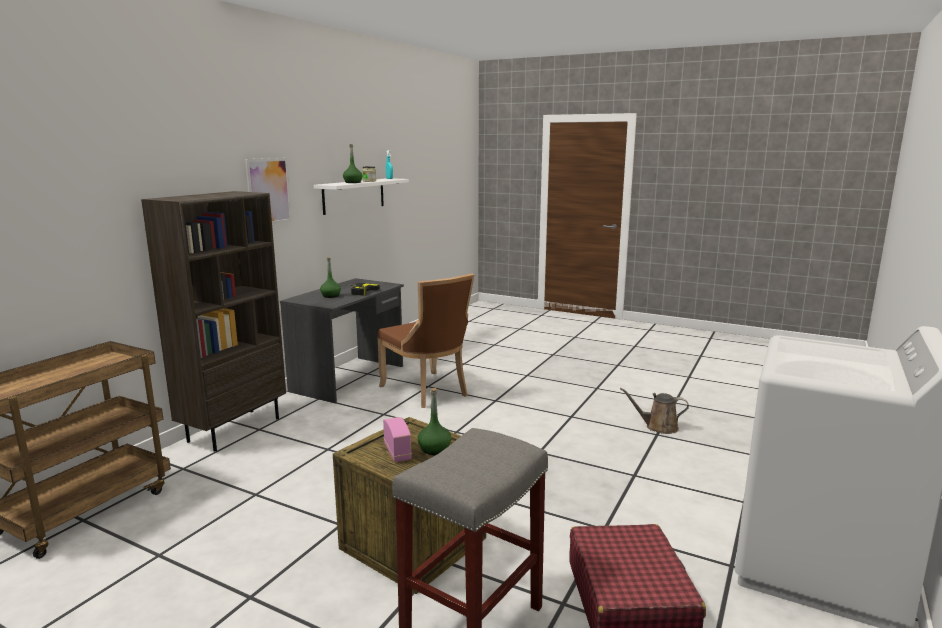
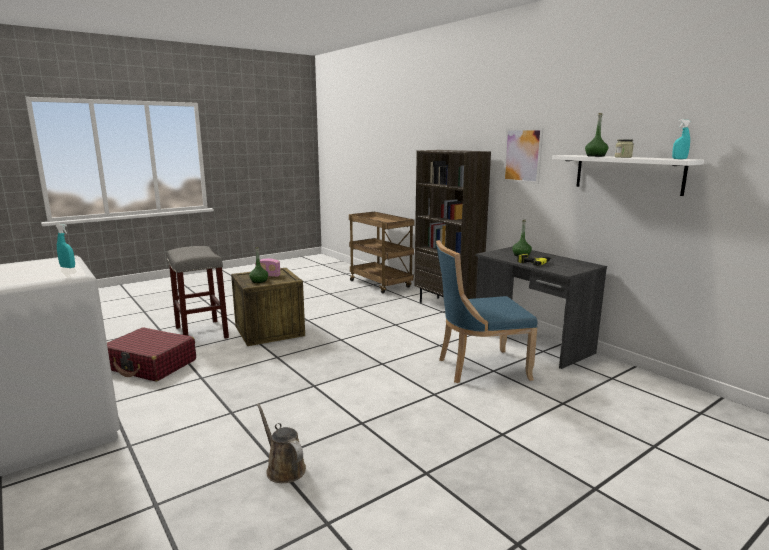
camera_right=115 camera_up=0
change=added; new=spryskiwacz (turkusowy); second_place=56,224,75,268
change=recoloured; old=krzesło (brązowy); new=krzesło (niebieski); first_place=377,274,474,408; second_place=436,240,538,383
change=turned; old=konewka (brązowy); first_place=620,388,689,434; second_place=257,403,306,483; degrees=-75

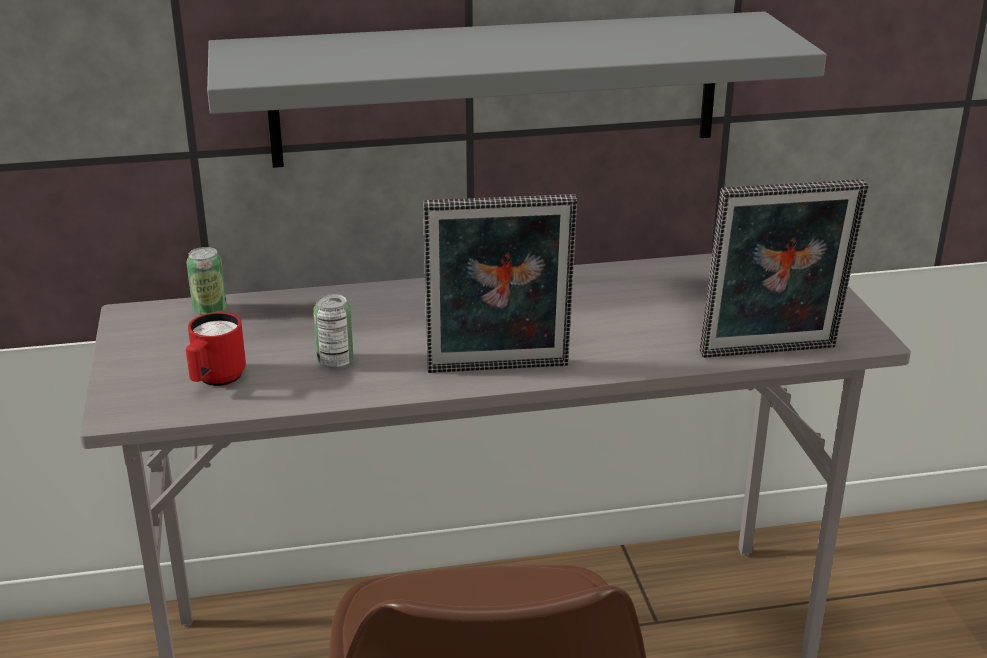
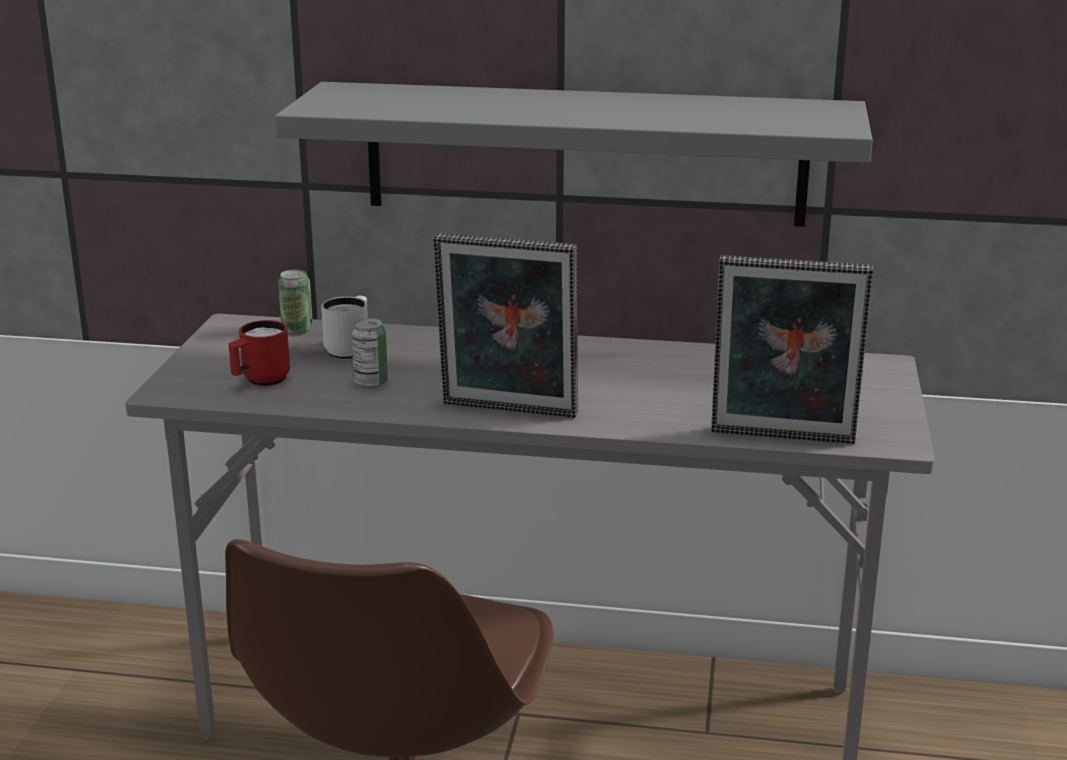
camera_right=20 camera_up=-5
change=added; new=kubek (biały); second_place=321,296,368,360

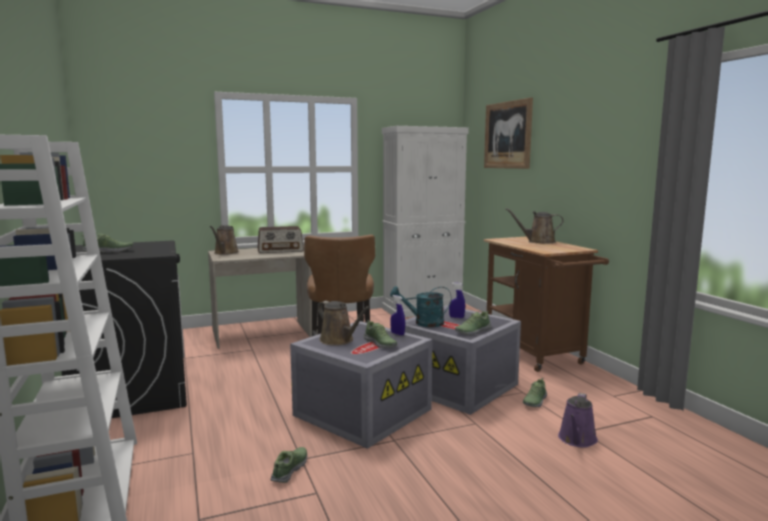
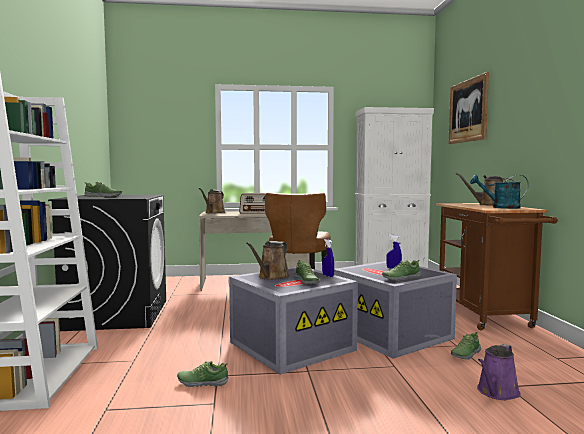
camera_right=15 camera_up=-5
change=moved; old=konewka (turkusowy); first_place=390,286,452,327; second_place=470,174,529,209
change=turned; old=but; first_place=271,447,307,483; second_place=177,361,229,387; degrees=-120
change=turned; old=konewka (brązowy); first_place=318,301,370,346; second_place=246,241,290,280; degrees=60

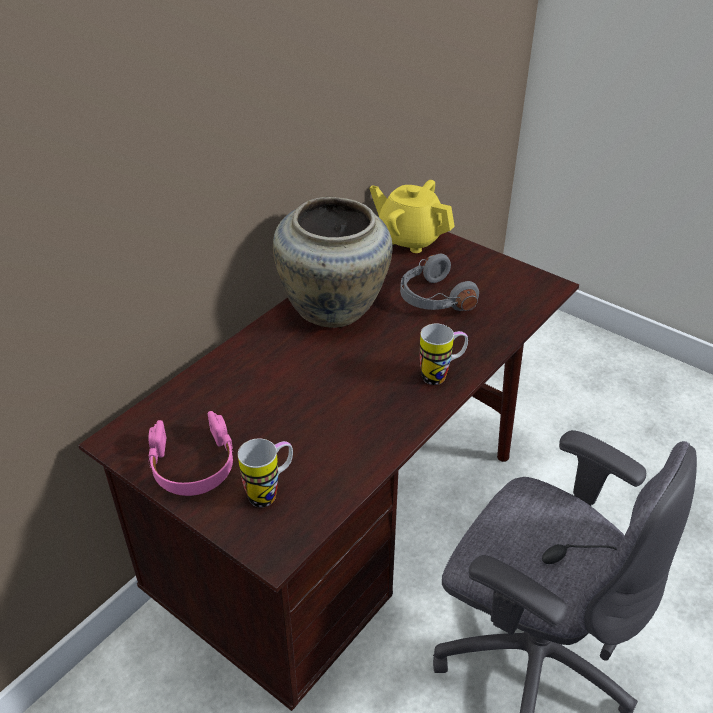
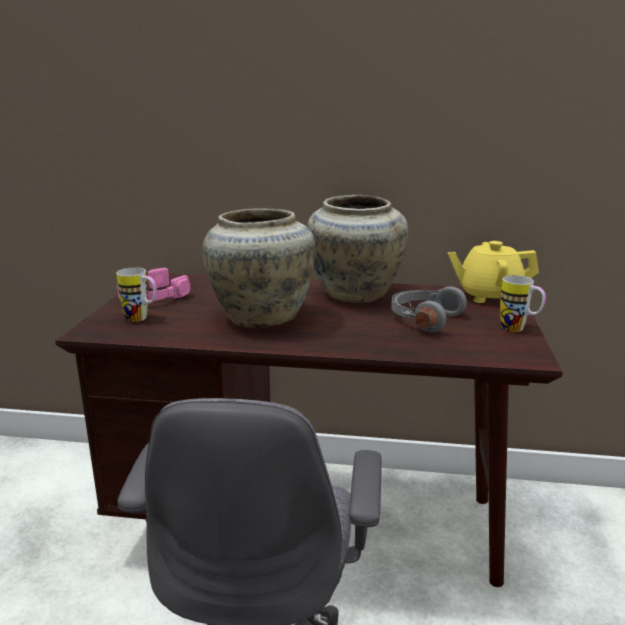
camera_right=60 camera_up=-20
change=added; new=wazon (beżowy); second_place=202,208,315,328
change=moved; old=kubek; first_place=420,324,468,385; second_place=500,275,546,332
change=turned; old=imbryk (żółty); first_place=369,180,455,253; second_place=448,241,539,303; degrees=-90

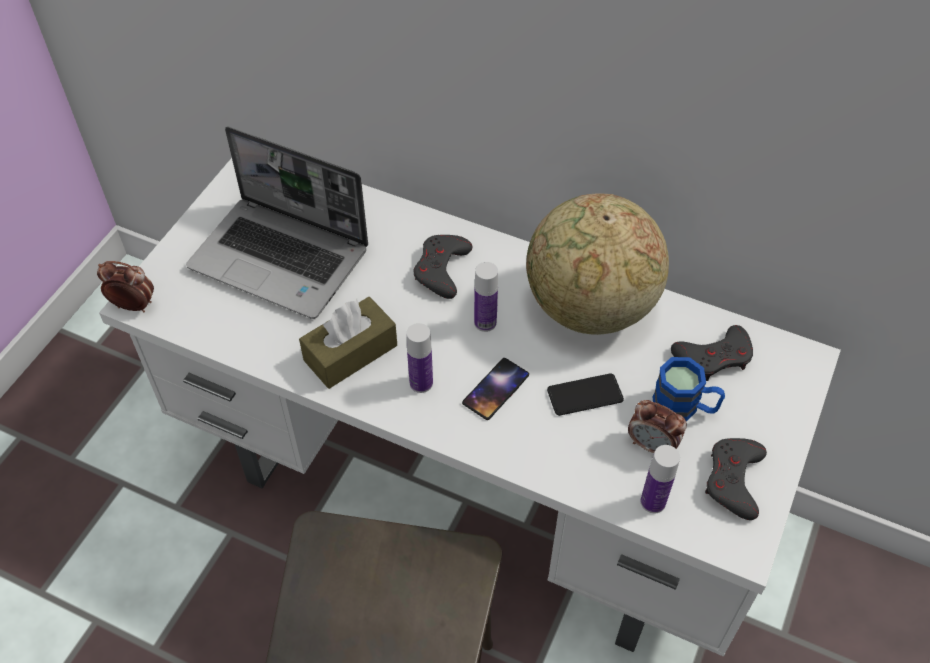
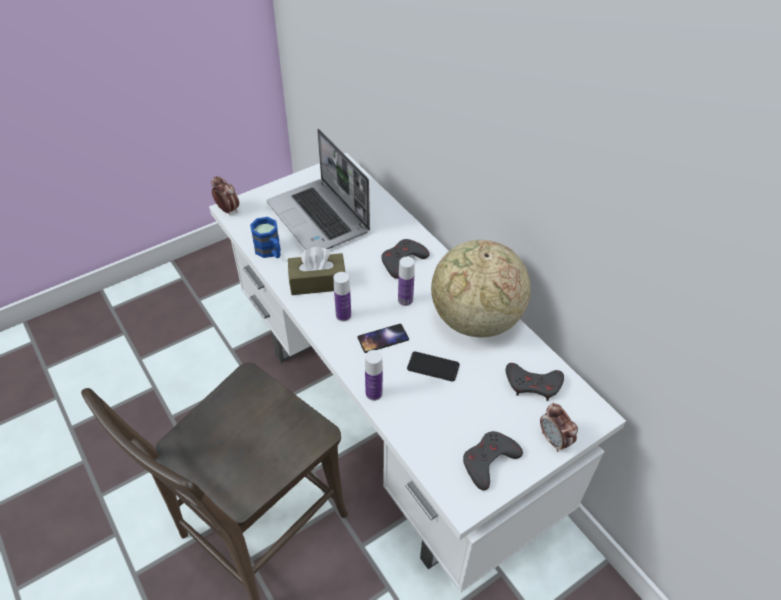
camera_right=30 camera_up=-5
change=moved; old=budzik; first_place=628,400,687,453; second_place=540,403,578,452
change=moved; old=butelka; first_place=641,445,680,513; second_place=365,350,383,401
change=moved; old=kubek (niebieski); first_place=652,357,725,421; second_place=250,217,281,258

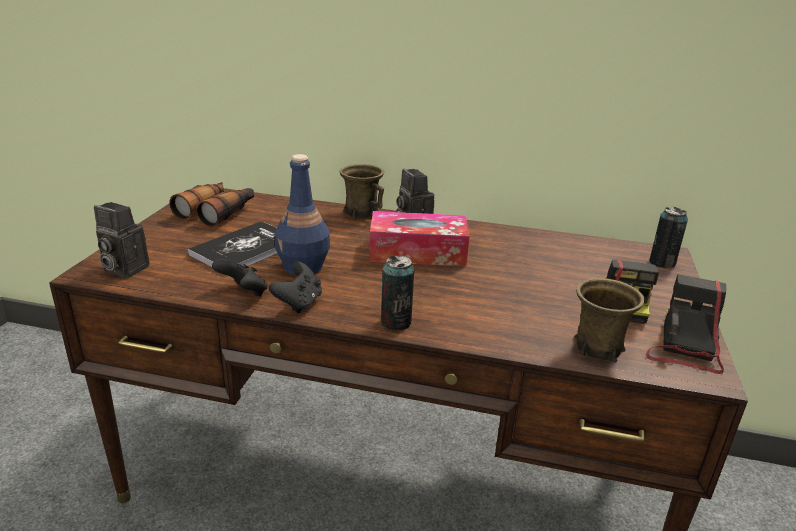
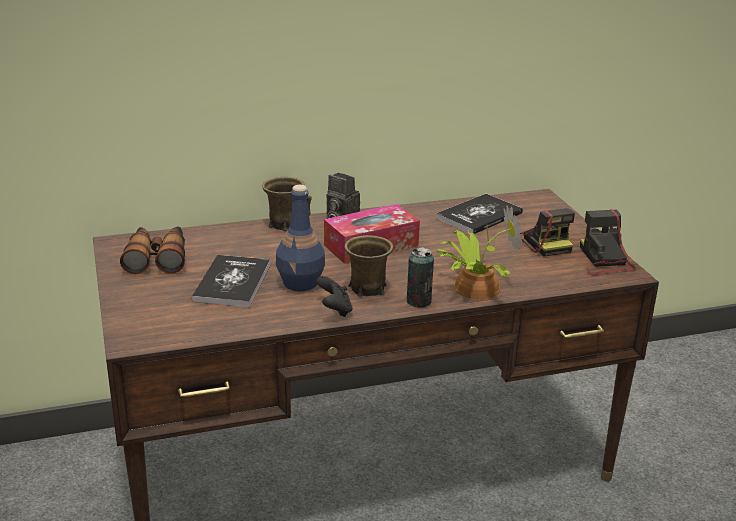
camera_right=-30 camera_up=0
change=removed; old=aparat fotograficzny; first_place=94,202,150,278
change=removed; old=pad do gier (czarny); first_place=212,259,267,296
change=removed; old=puszka; first_place=649,207,688,268
change=added; new=roślina doniczkowa; second_place=435,205,522,299
change=added; new=książka; second_place=436,194,523,234
change=moved; old=kubek (brązowy); first_place=574,278,645,362; second_place=344,235,393,297

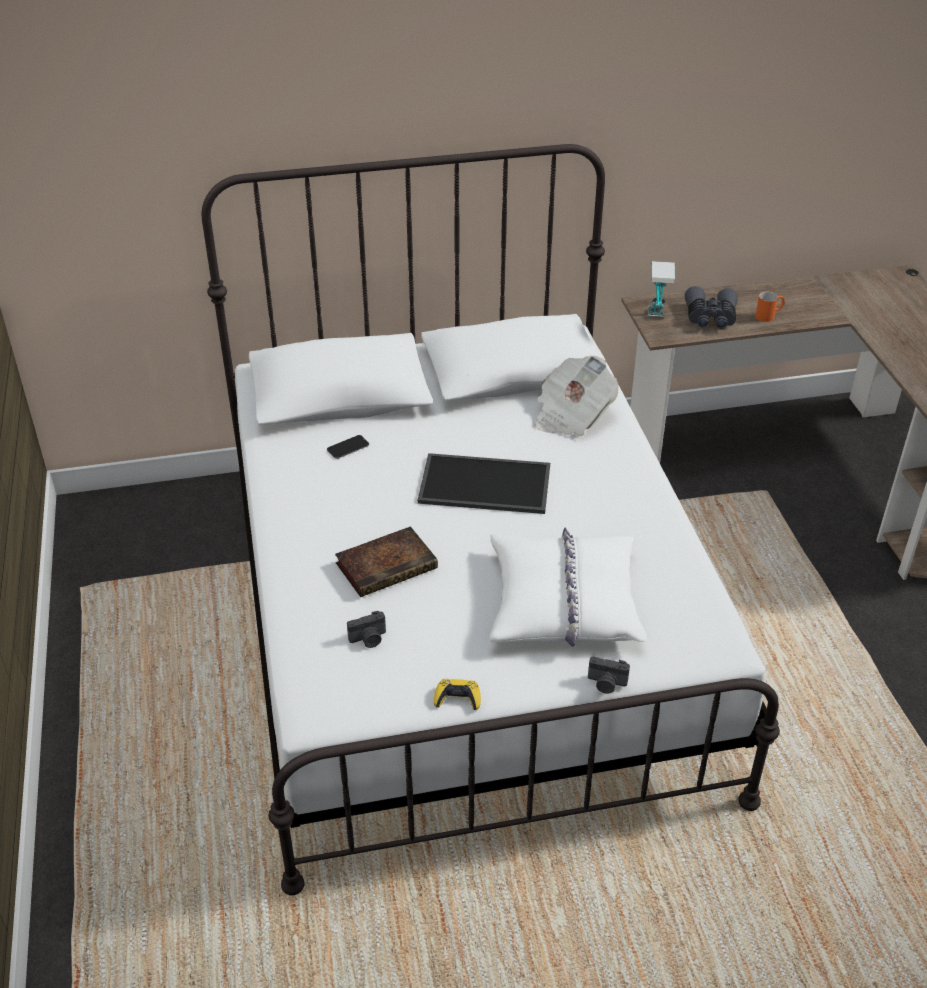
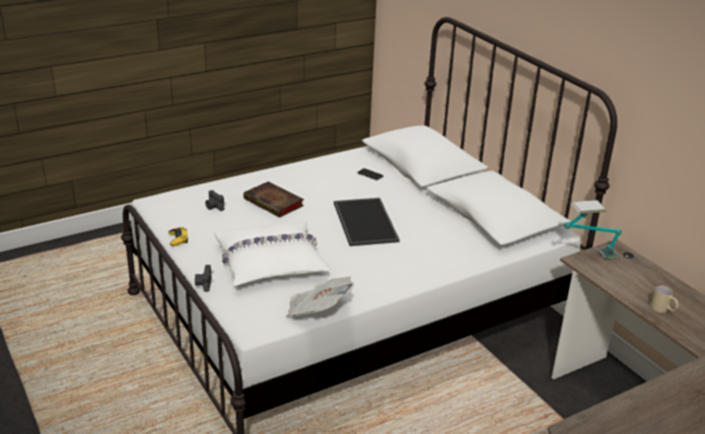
camera_right=70 camera_up=-10
change=removed; old=lornetka (szary); first_place=685,286,738,329
change=moved; old=gazeta; first_place=535,356,618,436; second_place=287,276,354,317
change=recoloured; old=kubek (pomarańczowy); new=kubek (beżowy); first_place=755,292,785,322; second_place=651,286,679,313

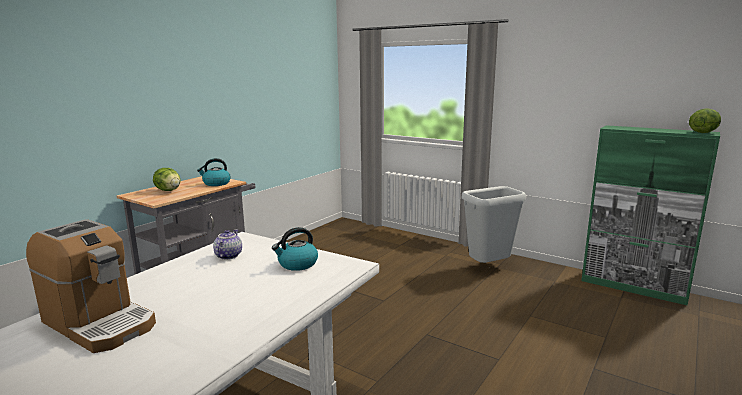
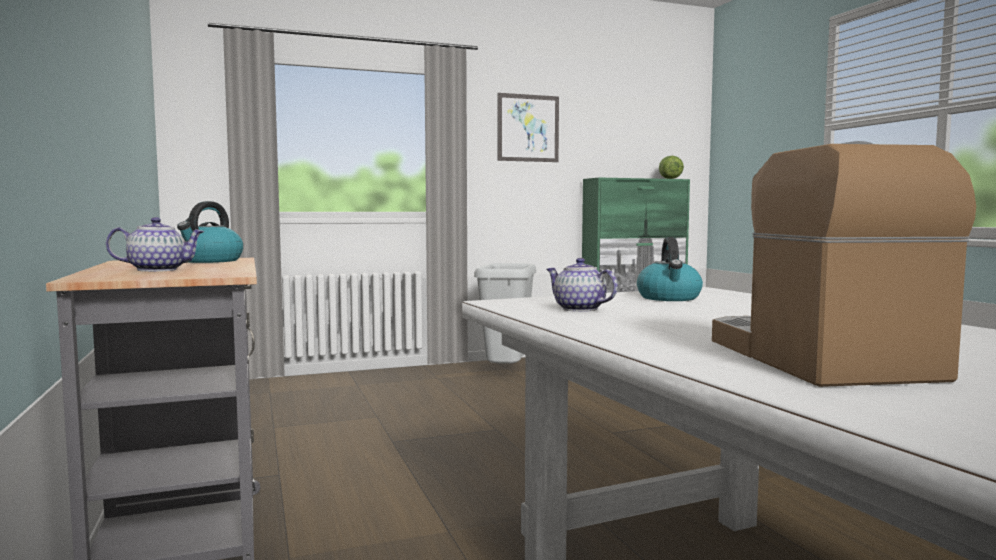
camera_right=-55 camera_up=-10
change=added; new=obraz; second_place=498,93,559,162
change=replaced; old=sałata; new=imbryk; first_place=153,168,181,191; second_place=106,217,205,272
change=turned; old=ekspres do kawy; first_place=26,219,156,353; second_place=712,141,976,387; degrees=-75

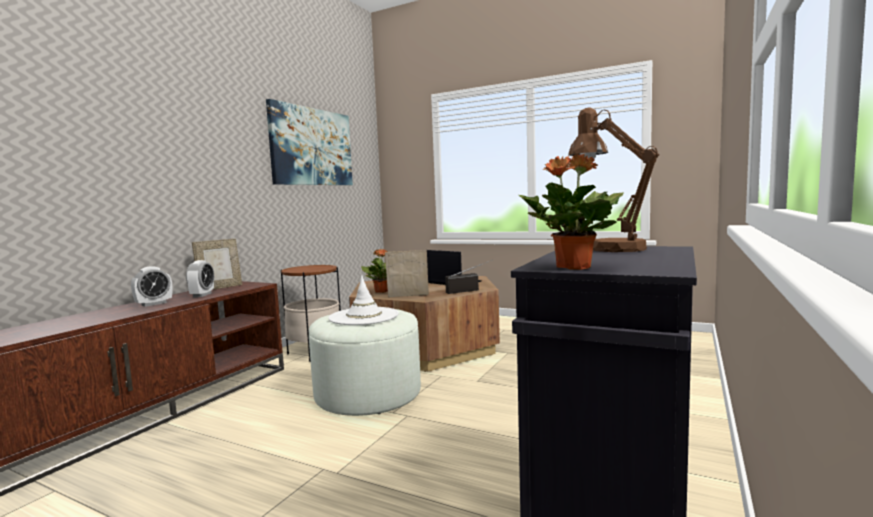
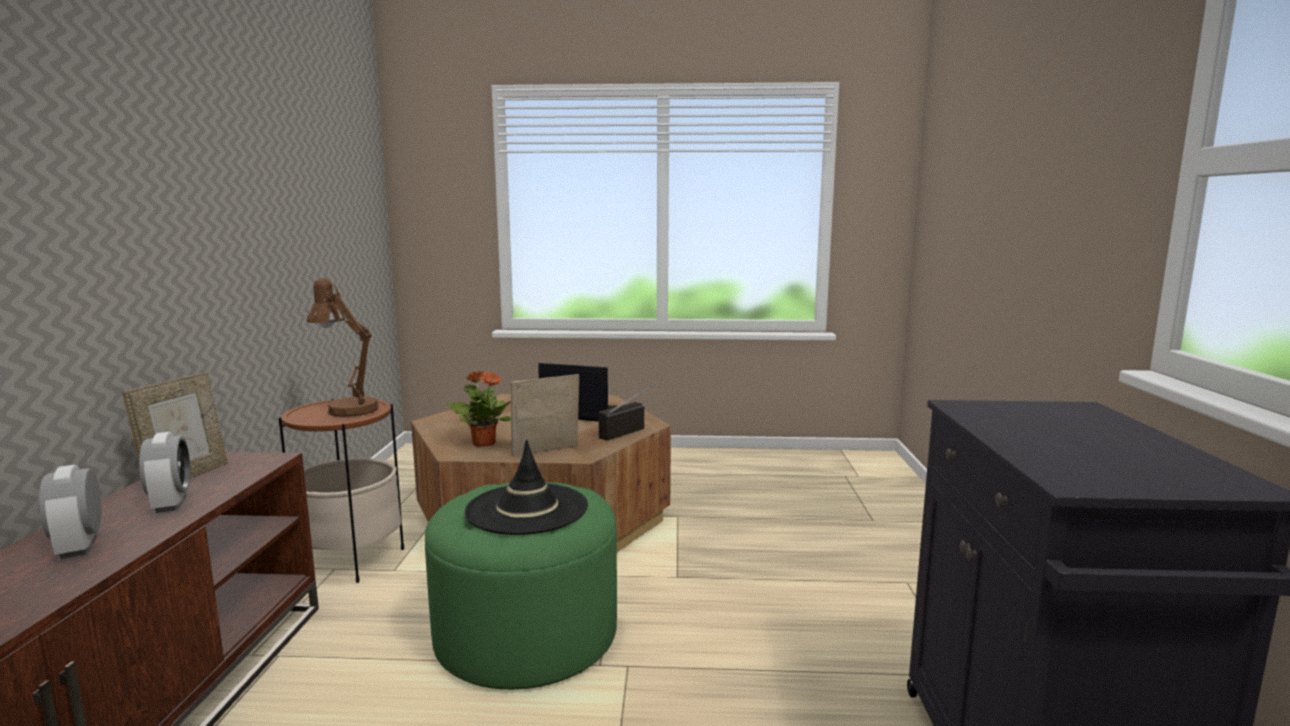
camera_right=-25 camera_up=5
change=removed; old=obraz; first_place=266,99,353,185
change=removed; old=roślina doniczkowa; first_place=519,154,624,270
change=moved; old=lampa stołowa (brązowy); first_place=568,108,659,252; second_place=307,278,379,417
change=recoloured; old=pufa (biały); new=pufa (zielony); first_place=309,309,421,416; second_place=425,482,617,690
change=recoloured; old=kapelusz (biały); new=kapelusz (czarny); first_place=328,275,399,325; second_place=465,440,588,535
change=turned; old=budzik; first_place=131,266,172,307; second_place=39,465,101,559; degrees=135

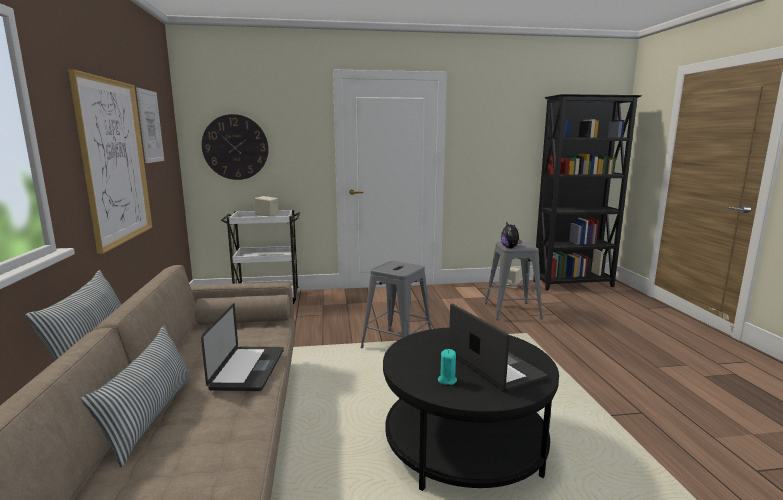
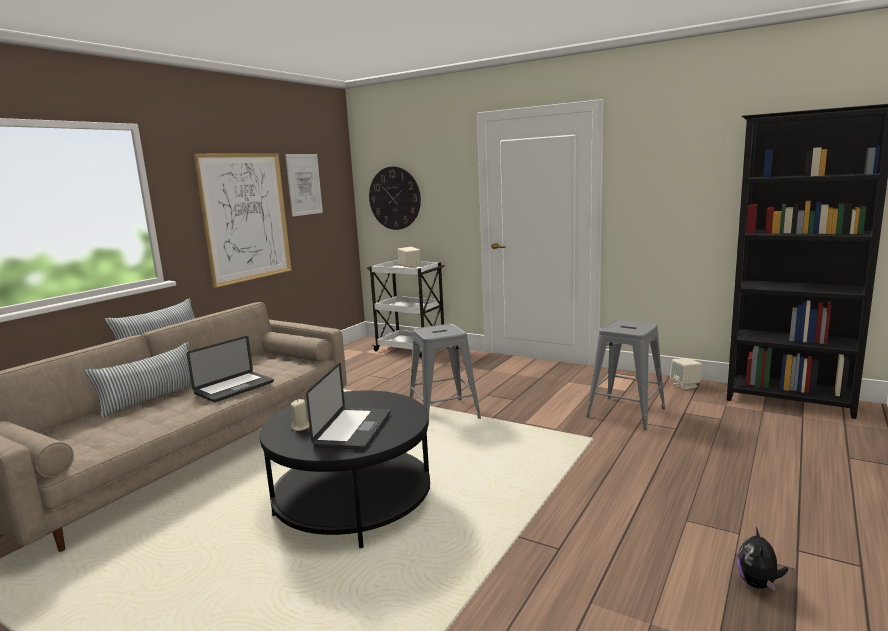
camera_right=40 camera_up=0
change=moved; old=pluszak; first_place=501,222,522,248; second_place=737,527,788,591
change=recoloured; old=świeca (turkusowy); new=świeca (beżowy); first_place=438,349,457,385; second_place=291,399,310,431

